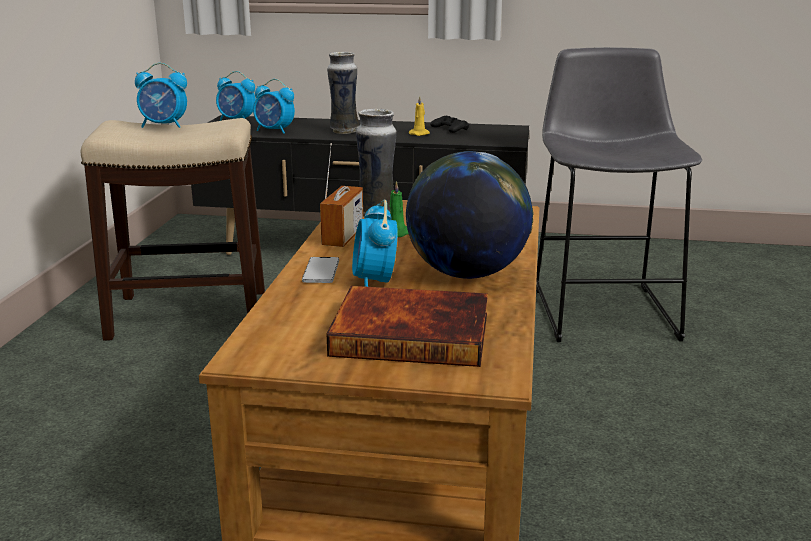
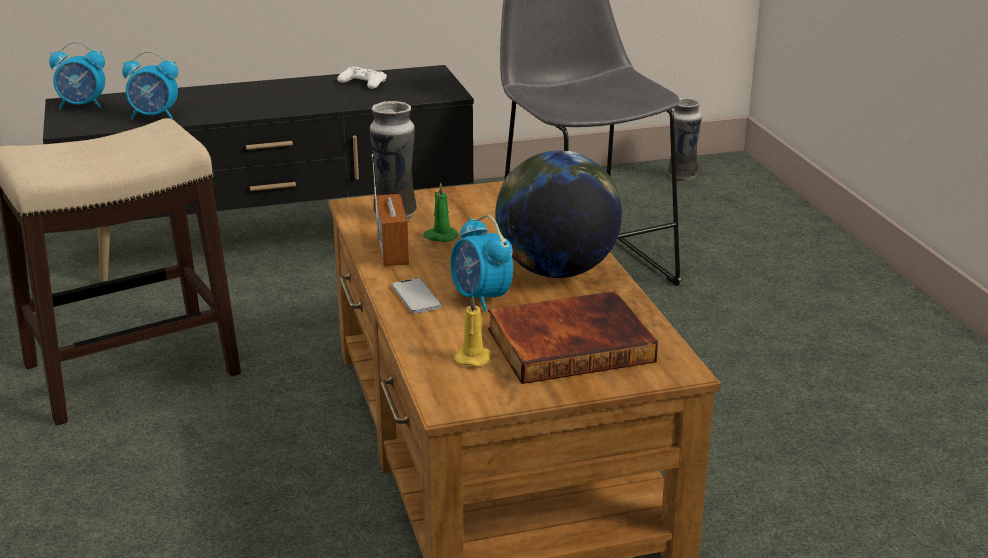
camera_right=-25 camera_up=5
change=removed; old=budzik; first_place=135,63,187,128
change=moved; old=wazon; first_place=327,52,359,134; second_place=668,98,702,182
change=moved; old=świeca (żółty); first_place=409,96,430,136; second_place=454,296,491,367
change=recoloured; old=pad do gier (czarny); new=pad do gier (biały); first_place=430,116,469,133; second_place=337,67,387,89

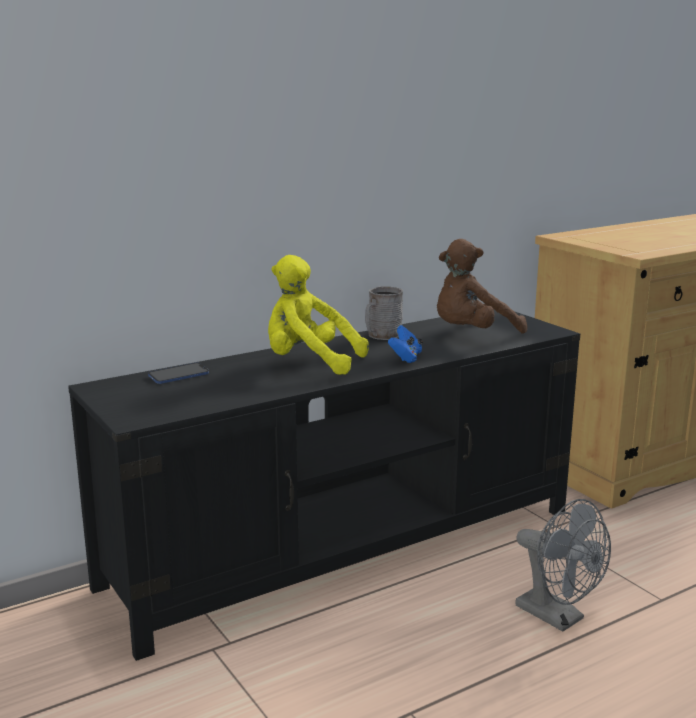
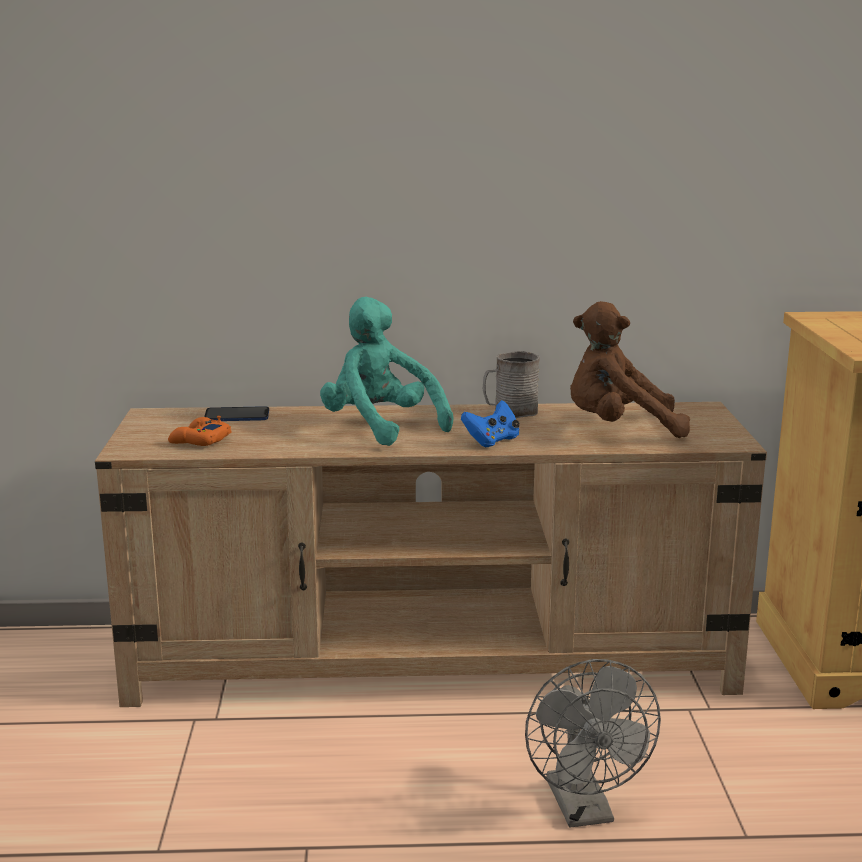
camera_right=30 camera_up=0
change=added; new=pad do gier (pomarańczowy); second_place=168,416,231,446
change=recoloured; old=szafka pod telewizor (czarny); new=szafka pod telewizor (beżowy); first_place=68,310,580,661; second_place=95,402,767,707
change=recoloured; old=pluszak (żółty); new=pluszak (turkusowy); first_place=268,255,369,375; second_place=320,297,453,446

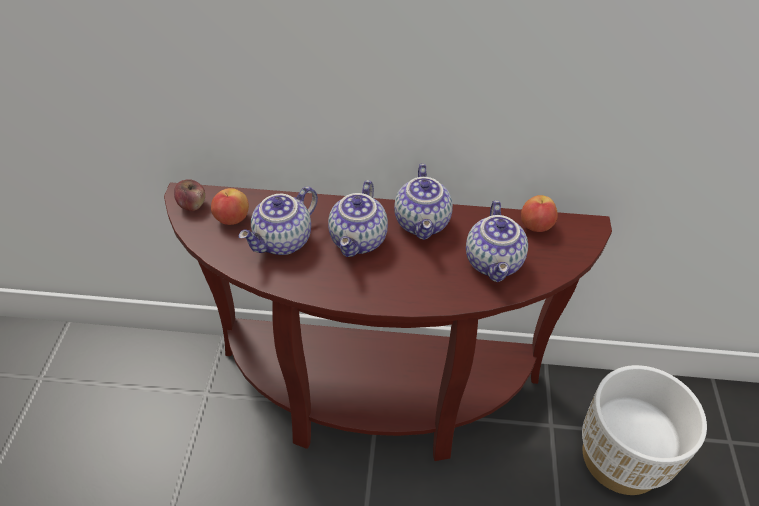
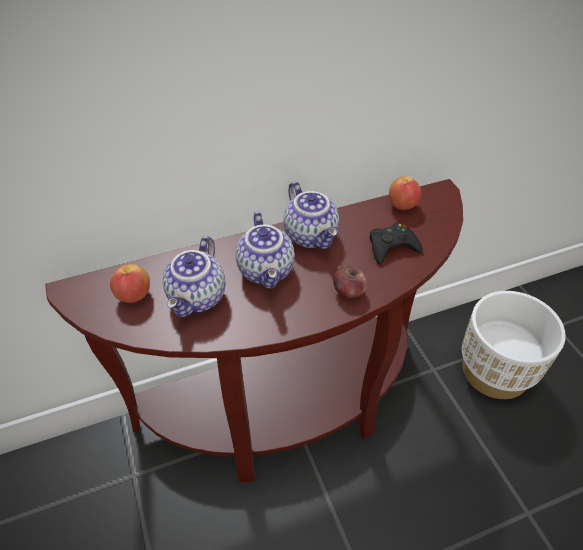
camera_right=-25 camera_up=0
change=moved; old=jabłko; first_place=174,179,205,211; second_place=333,266,367,298
change=replaced; old=imbryk; new=pad do gier (czarny); first_place=466,200,528,282; second_place=370,223,423,265

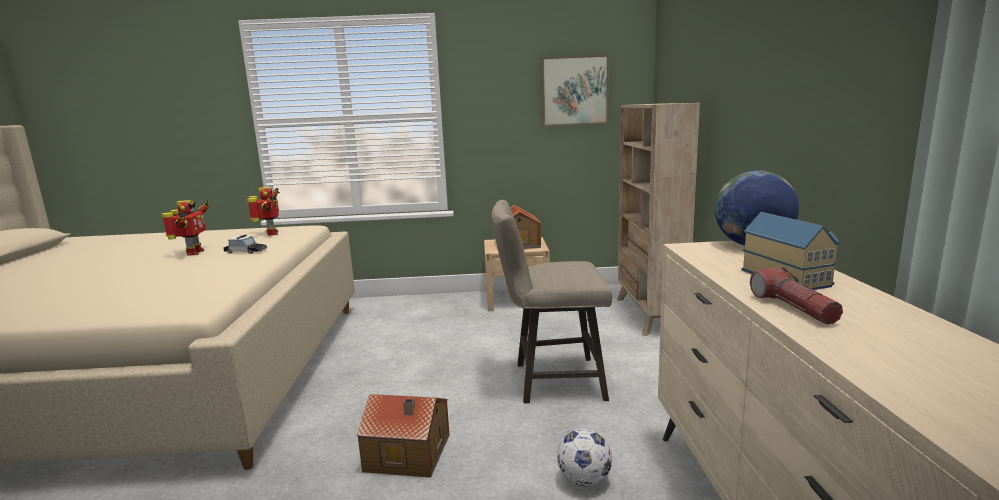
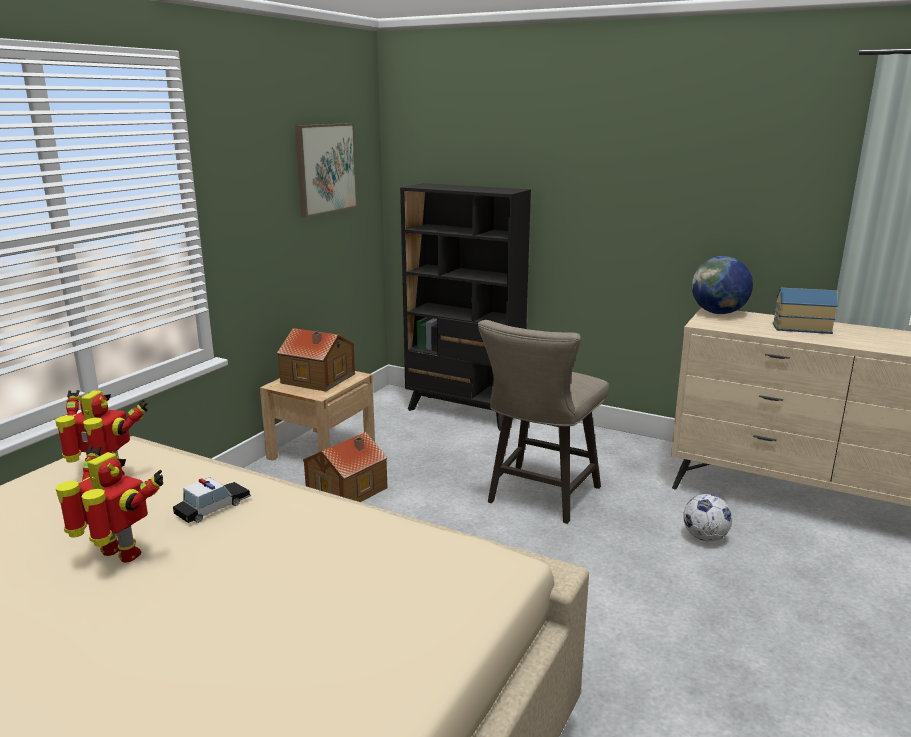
camera_right=-60 camera_up=5
change=removed; old=latarka; first_place=750,267,843,325
change=moved; old=domek; first_place=357,394,449,478; second_place=303,432,388,502
change=recoloured; old=regał (beżowy); new=regał (czarny); first_place=617,103,700,336; second_place=400,183,531,430

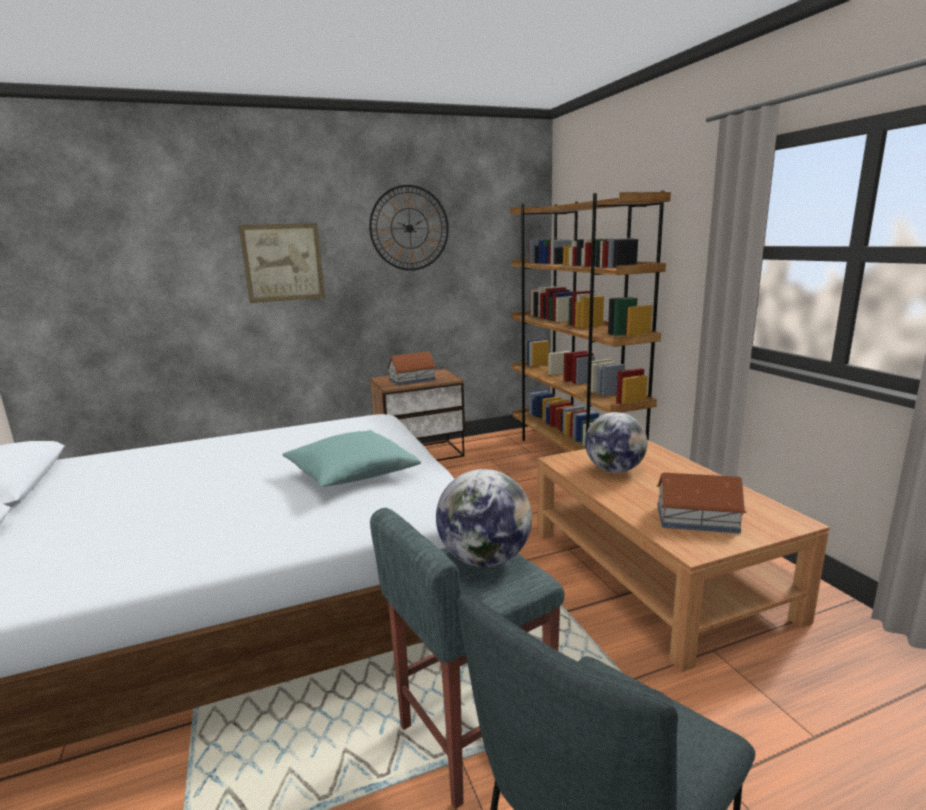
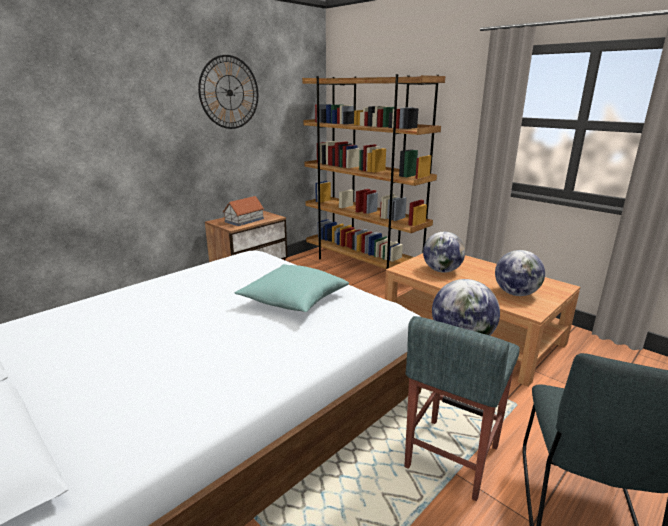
camera_right=-25 camera_up=5
change=removed; old=obraz; first_place=239,223,325,303
change=replaced; old=domek; new=globus; first_place=657,473,747,534; second_place=495,250,545,296

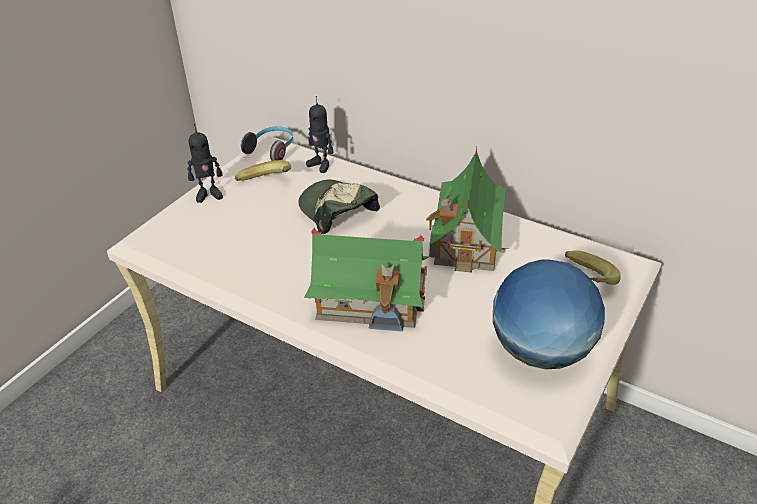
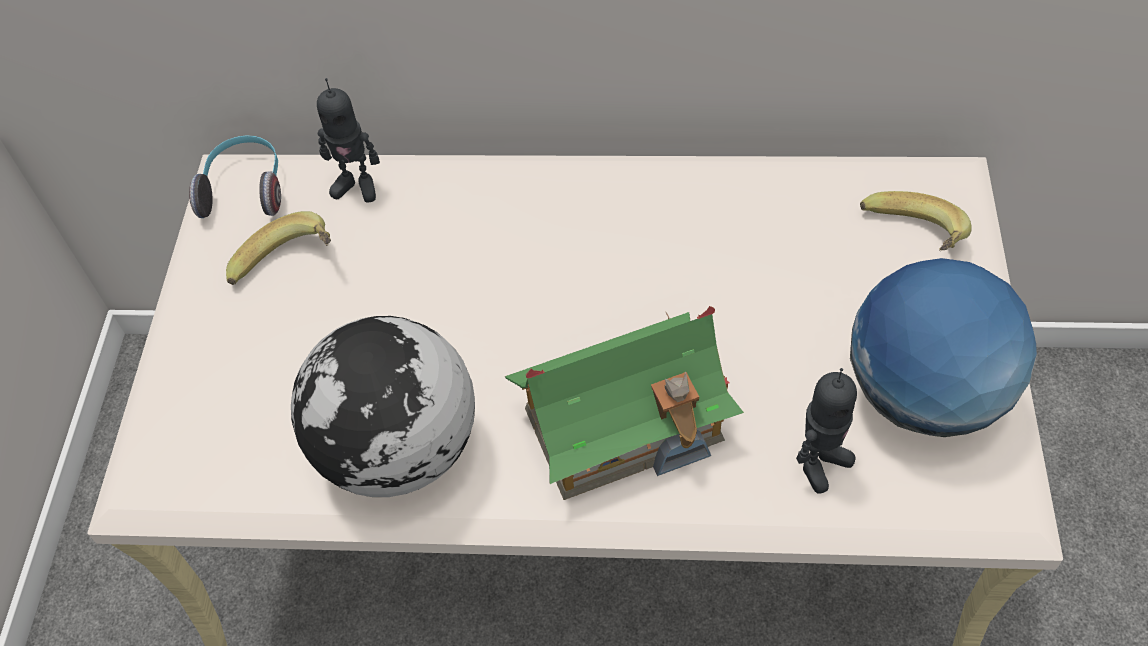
camera_right=-25 camera_up=15
change=removed; old=czapka z daszkiem; first_place=298,180,380,234
change=removed; old=domek; first_place=426,148,509,273
change=added; new=globus; second_place=291,316,475,497
change=moved; old=robot zabawkowy; first_place=187,124,223,203; second_place=796,368,857,494

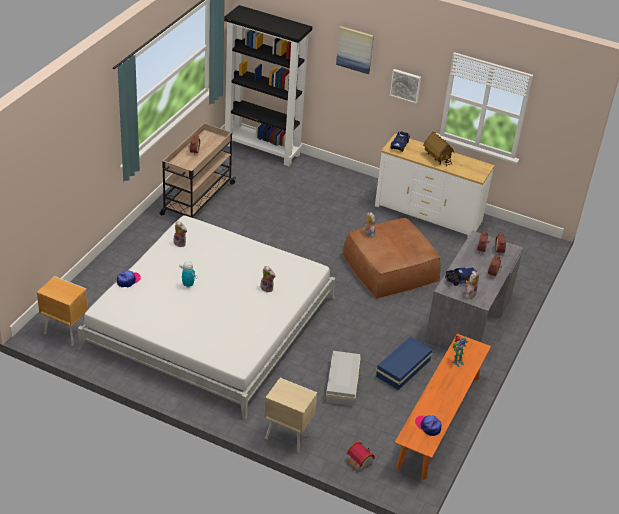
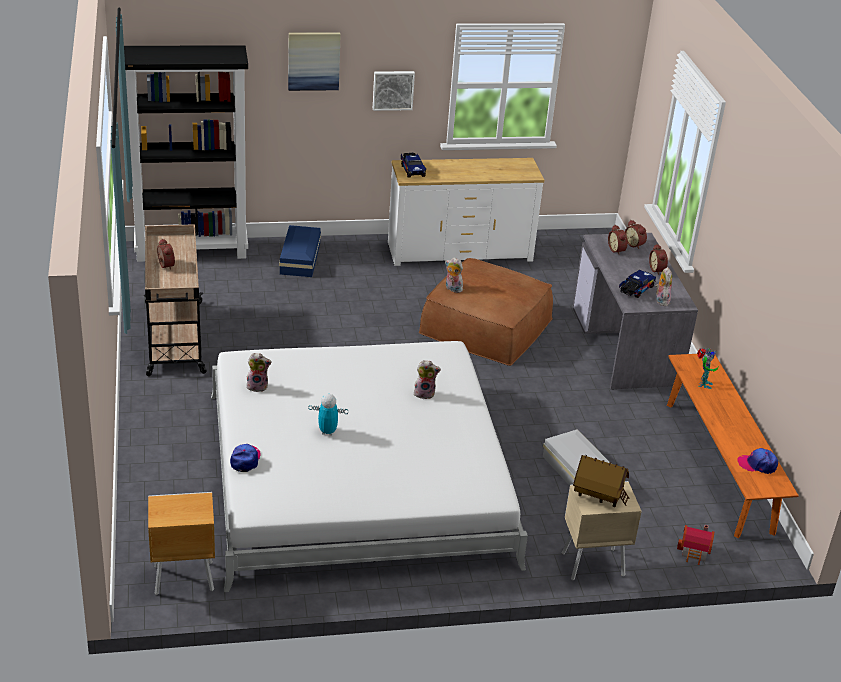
camera_right=-35 camera_up=-5
change=moved; old=pojemnik do przechowywania (niebieski); first_place=376,337,432,390; second_place=279,225,321,277
change=moved; old=domek; first_place=423,132,454,166; second_place=573,455,629,507

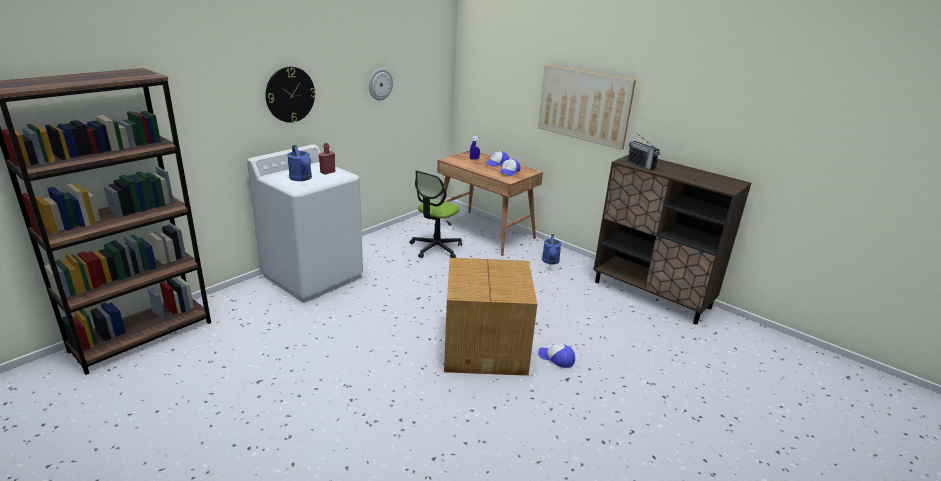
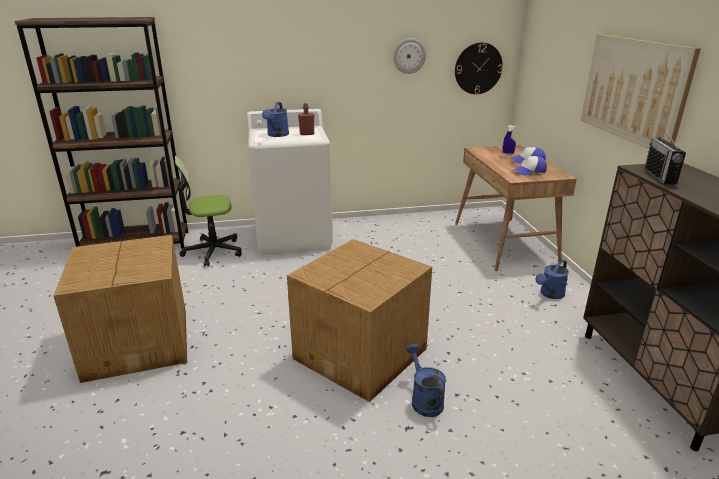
camera_right=40 camera_up=0
change=added; new=karton; second_place=53,235,187,383
change=moved; old=zegar ścienny; first_place=266,67,316,123; second_place=455,43,503,94
change=moved; old=krzesło biurowe; first_place=410,171,462,258; second_place=175,156,242,267
change=replaced; old=czapka z daszkiem; new=konewka (niebieski); first_place=538,344,575,368; second_place=406,344,446,417

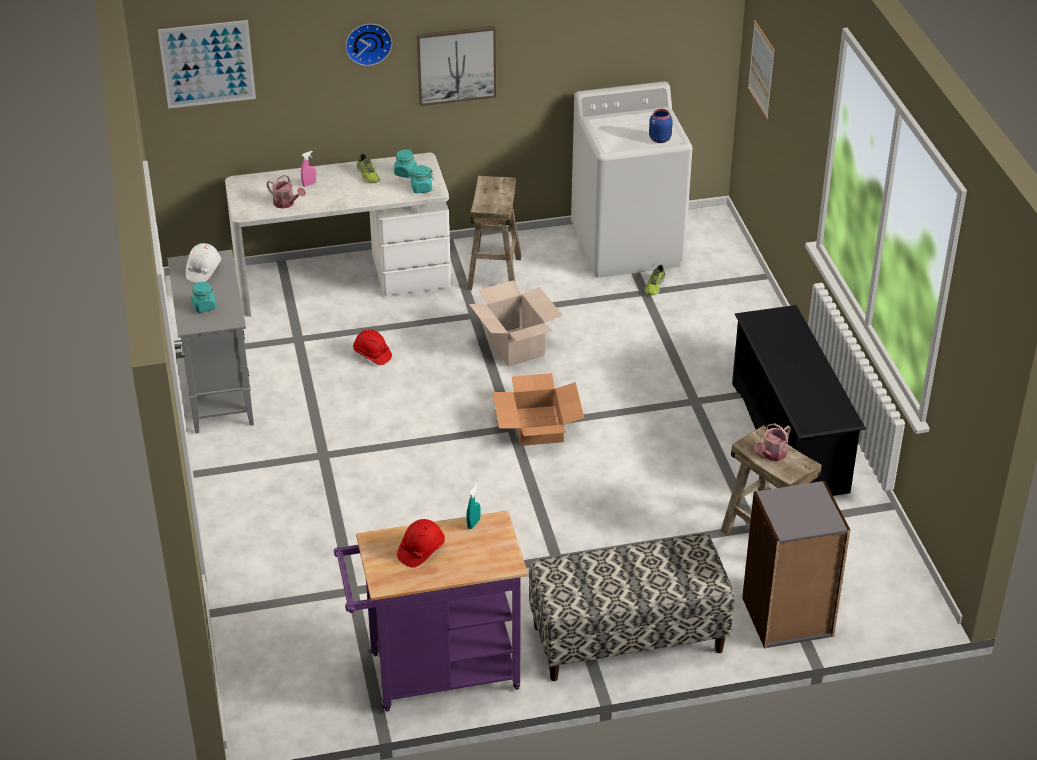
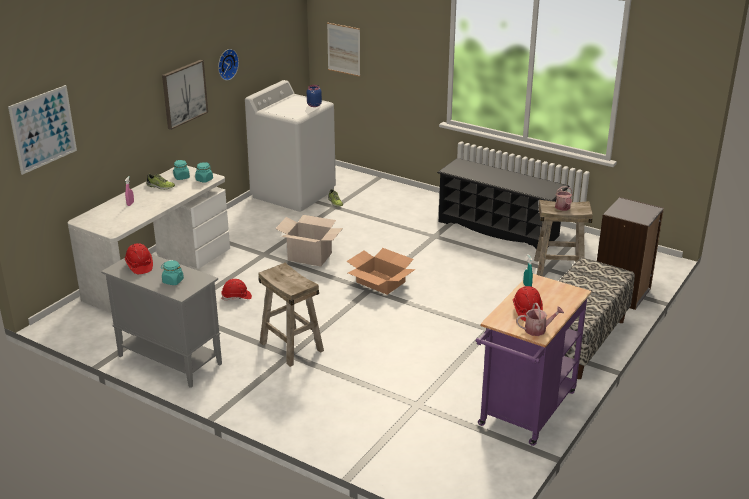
camera_right=-45 camera_up=-10
change=moved; old=konewka; first_place=266,175,306,209; second_place=516,303,564,336
change=moved; old=zegar ścienny; first_place=345,24,392,66; second_place=218,49,239,81
change=moved; old=stołek (beżowy); first_place=467,176,521,290; second_place=259,263,324,367
change=recoloured; old=kask (biały); new=kask (czerwony); first_place=186,243,221,283; second_place=125,243,153,274

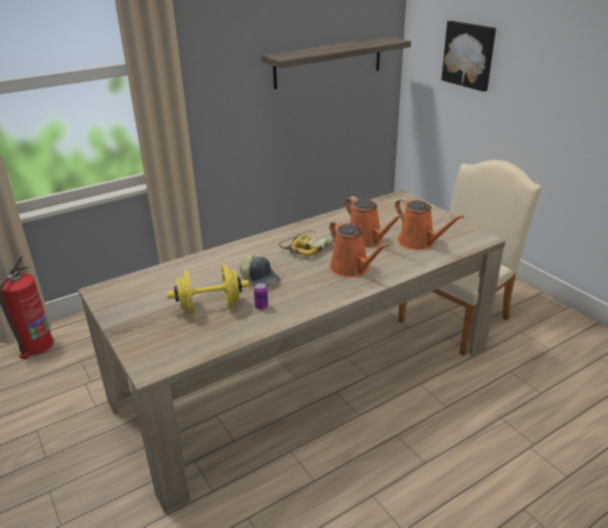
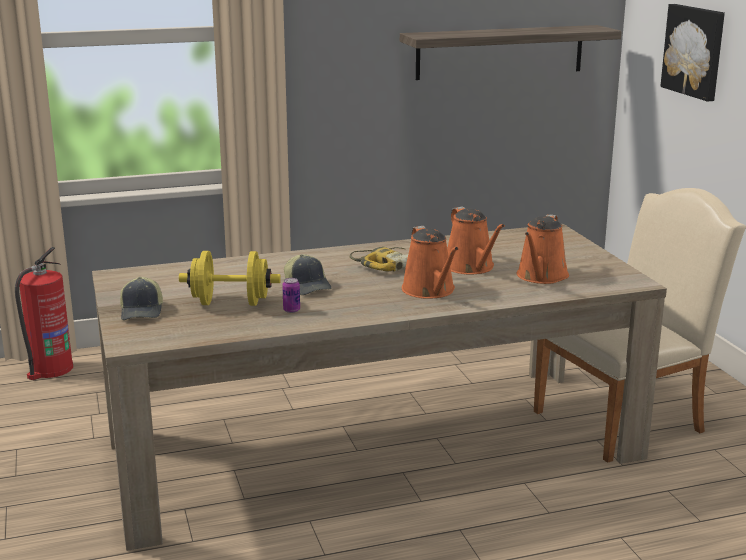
camera_right=15 camera_up=-10
change=added; new=czapka z daszkiem; second_place=120,277,163,320
change=turned; old=konewka (pomarańczowy); first_place=395,198,464,250; second_place=517,214,569,284; degrees=45

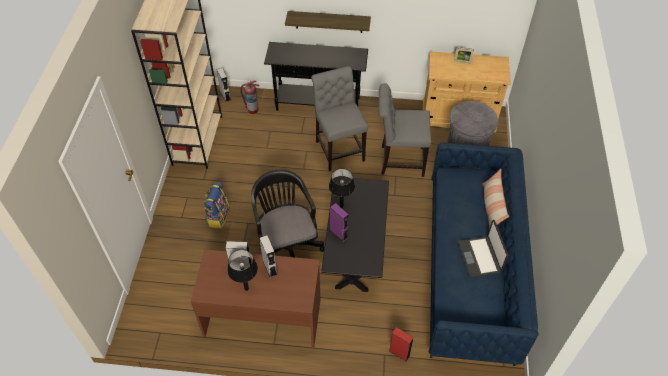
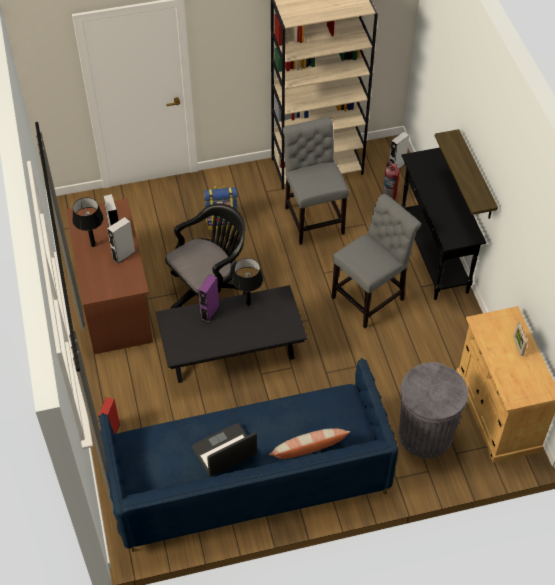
camera_right=70 camera_up=0
change=moved; old=krzesło (szary); first_place=378,83,431,177; second_place=283,117,349,245

